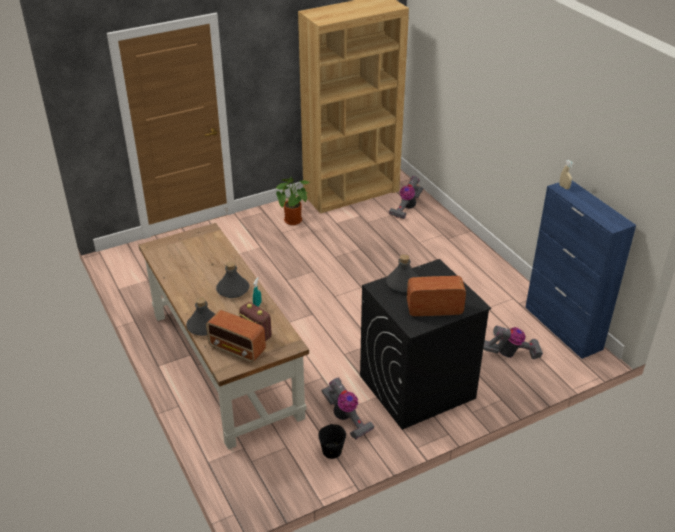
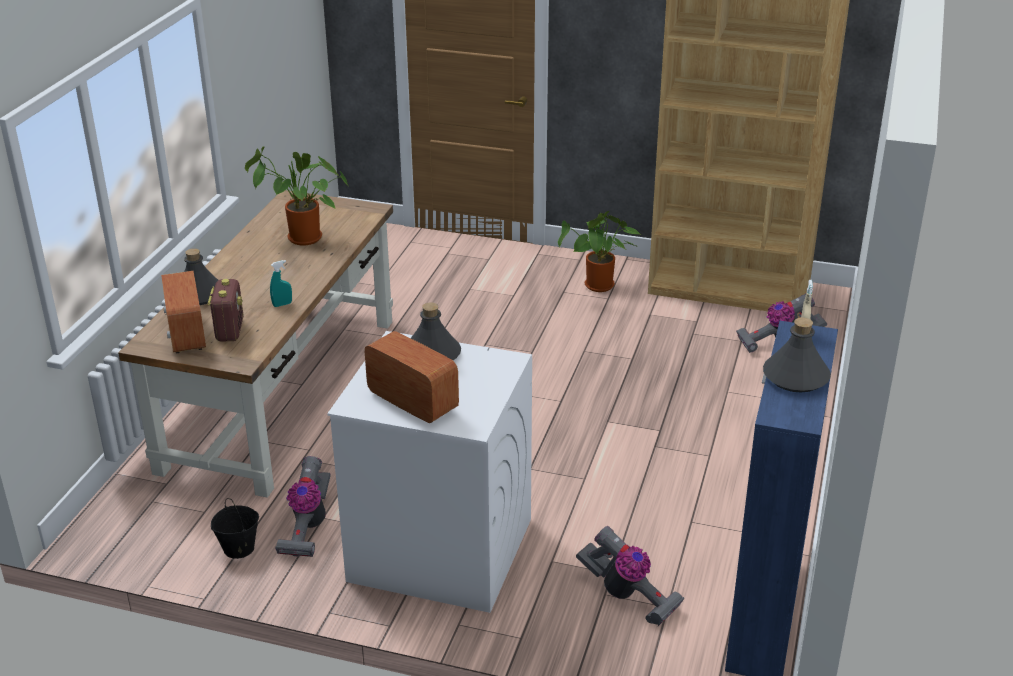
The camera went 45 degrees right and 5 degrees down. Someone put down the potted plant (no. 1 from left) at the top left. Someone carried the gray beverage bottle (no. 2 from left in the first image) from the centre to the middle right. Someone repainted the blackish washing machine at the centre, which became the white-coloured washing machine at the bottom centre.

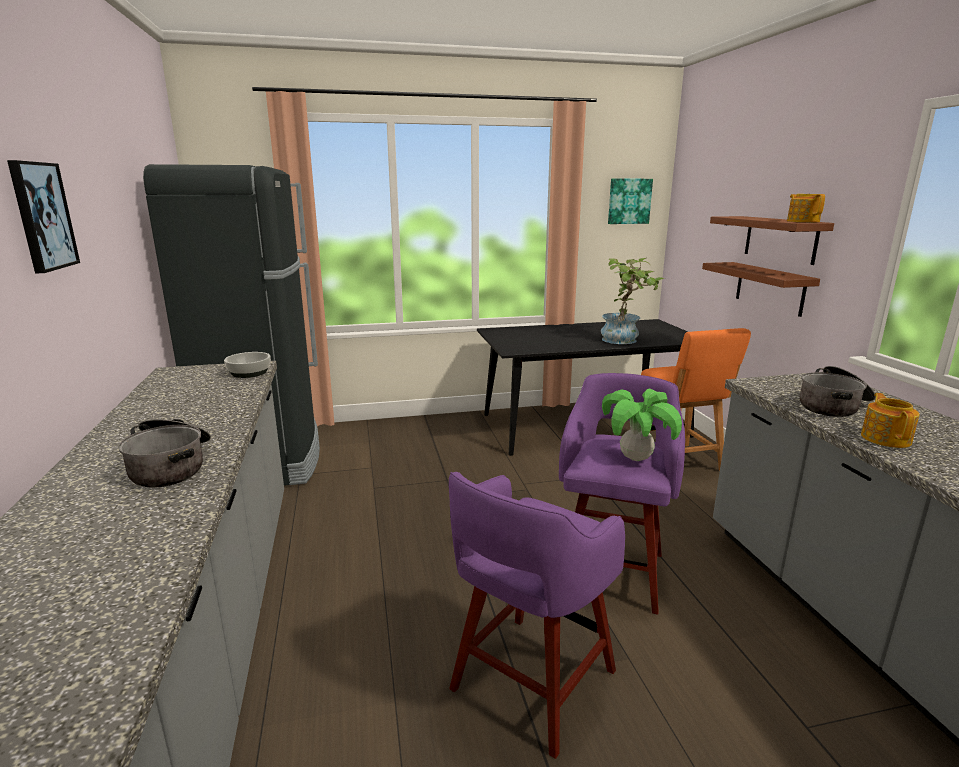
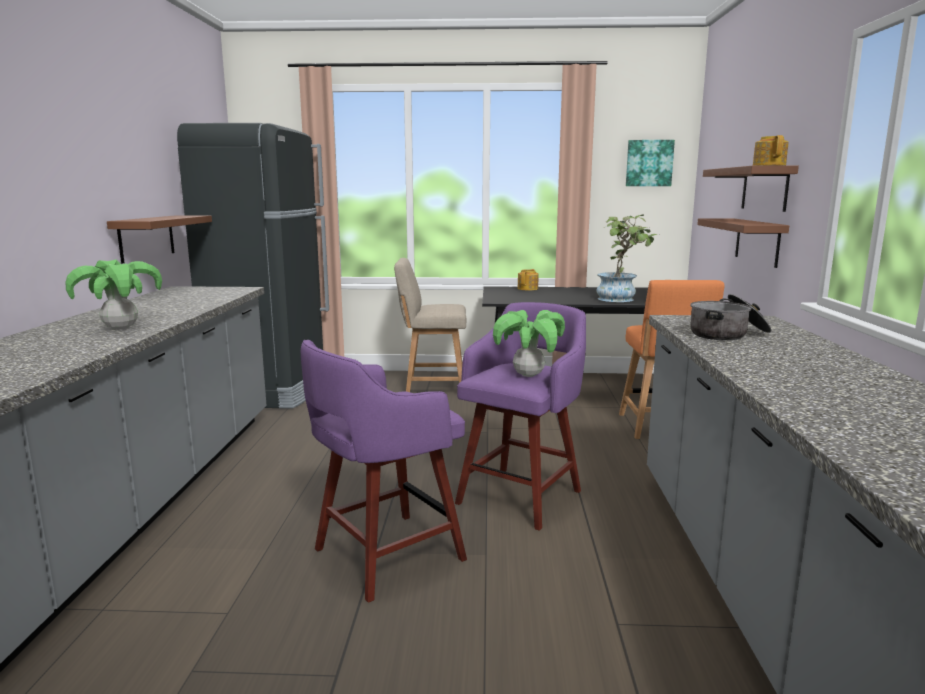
The camera went 15 degrees right and 5 degrees down. Someone took away the wall picture (no. 1 from left) at the top left. Someone took away the serving bowl at the middle left. Someone put up the brown shelf (no. 1 from left) at the middle left. Someone put down the beige-coloured upright chair at the centre. Someone carried the pot for tea (no. 2 from left in the first image) from the middle right to the centre. Someone swapped the stockpot (no. 1 from left) at the middle left for the potted plant (no. 1 from left) at the middle left.

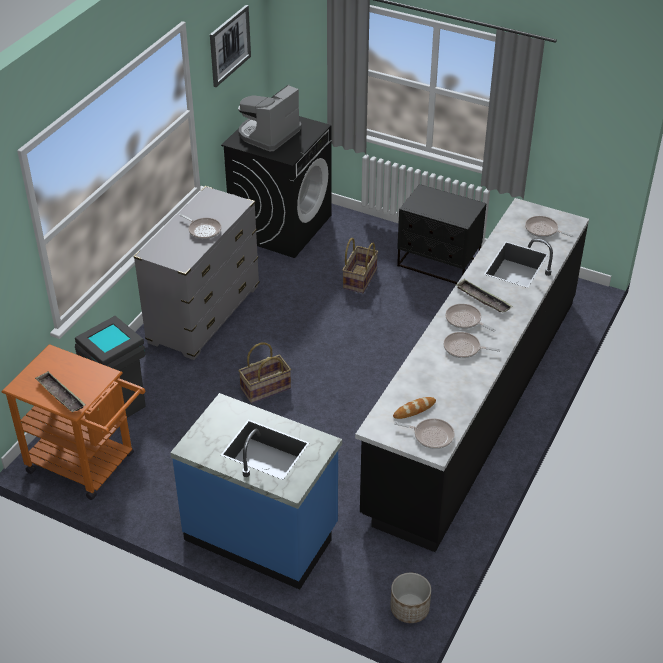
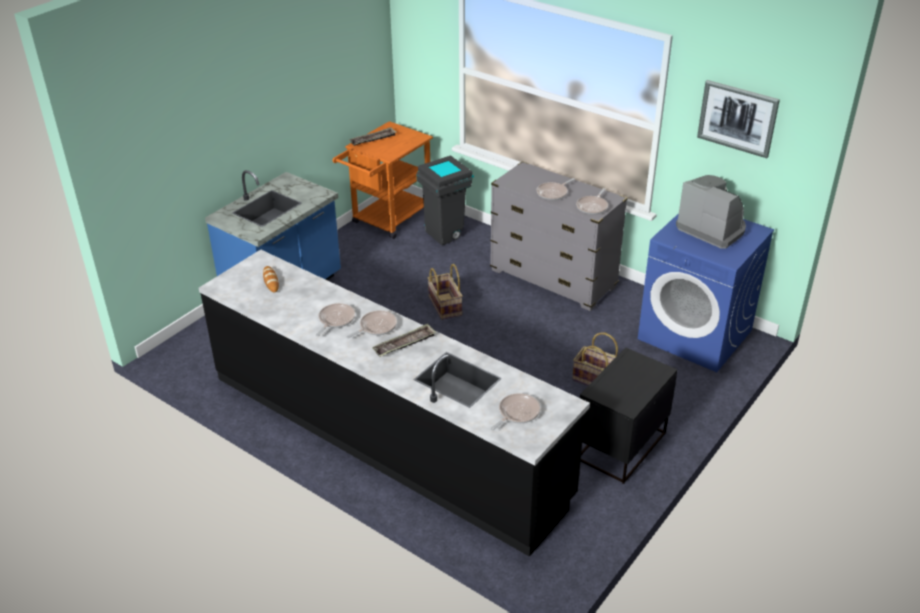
The camera went 100 degrees right and 5 degrees down. Someone took away the flower pot at the bottom centre. Someone carried the pan (no. 2 from left in the first image) from the centre to the top centre. Someone repainted the blackish washing machine at the top centre, which became the bluish washing machine at the middle right.

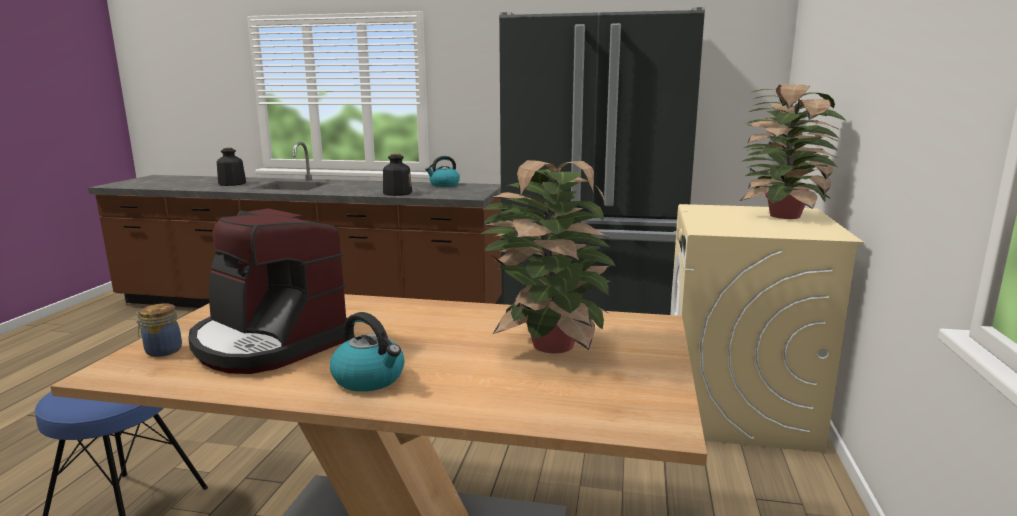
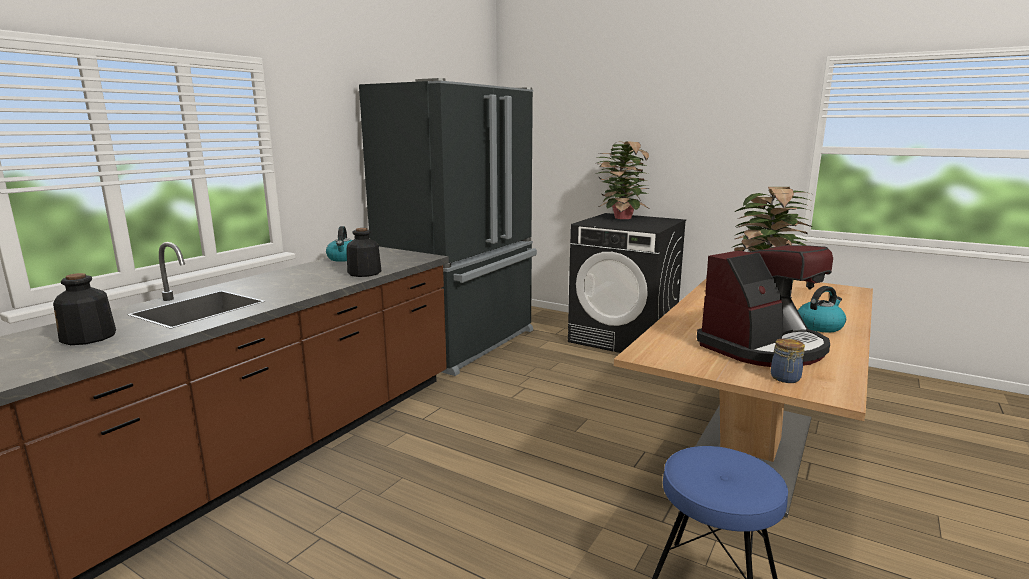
The camera went 70 degrees left and 0 degrees up. Someone repainted the beige-coloured washing machine at the middle right, which became the blackish washing machine at the centre.

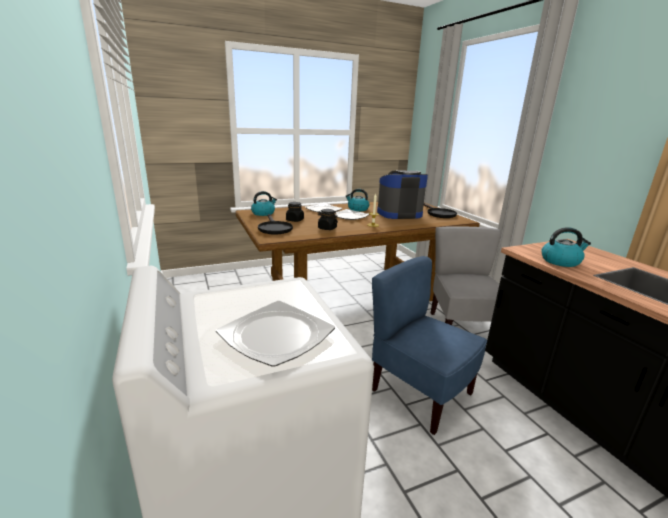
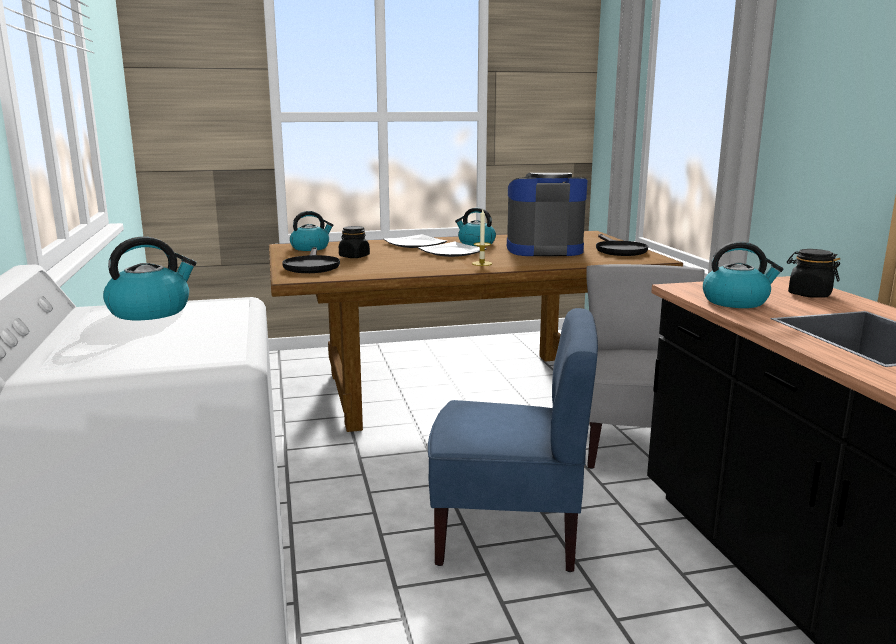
The camera went 10 degrees right and 5 degrees down. Someone took away the dinner plate (no. 1 from left) at the centre. Someone put down the kettle (no. 1 from left) at the middle left. Someone carried the blackish storage jar (no. 2 from left) from the centre to the middle right. Someone rotated the bluish upright chair at the centre by 135 degrees clockwise.

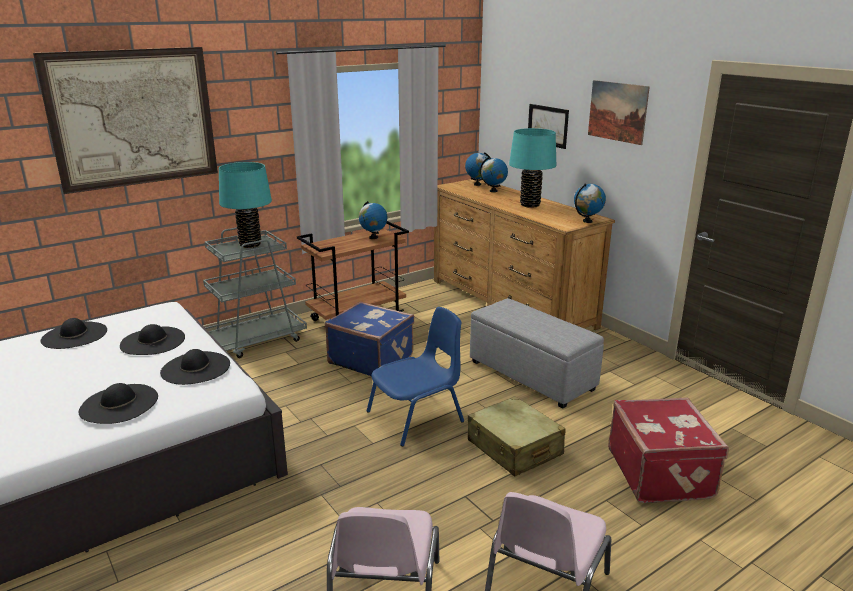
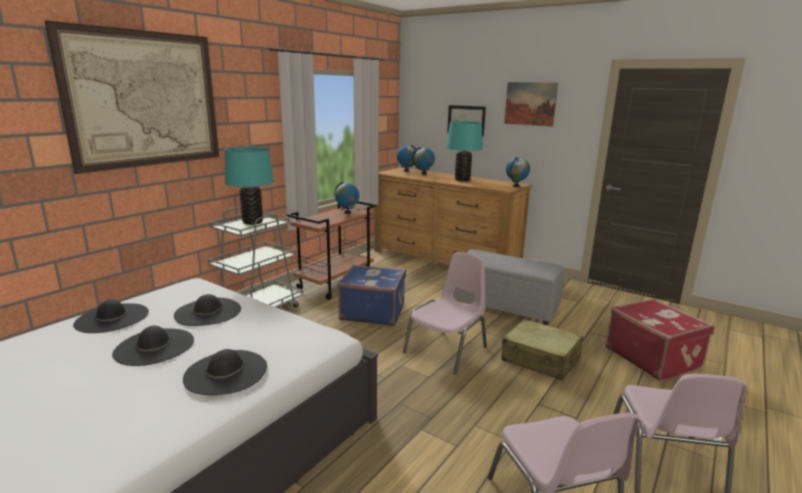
The camera went 20 degrees left and 5 degrees down. Someone carried the blackish hat (no. 4 from left in the first image) from the middle left to the bottom left. Someone repainted the bluish upright chair at the centre, which became the pink upright chair (no. 1 from left) at the centre.

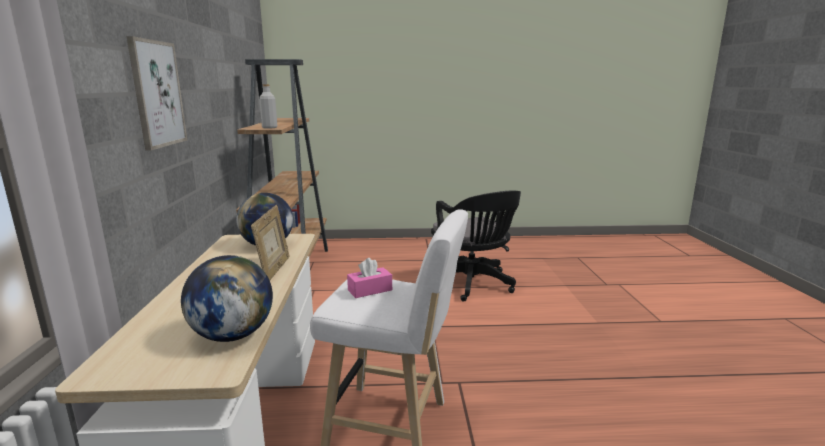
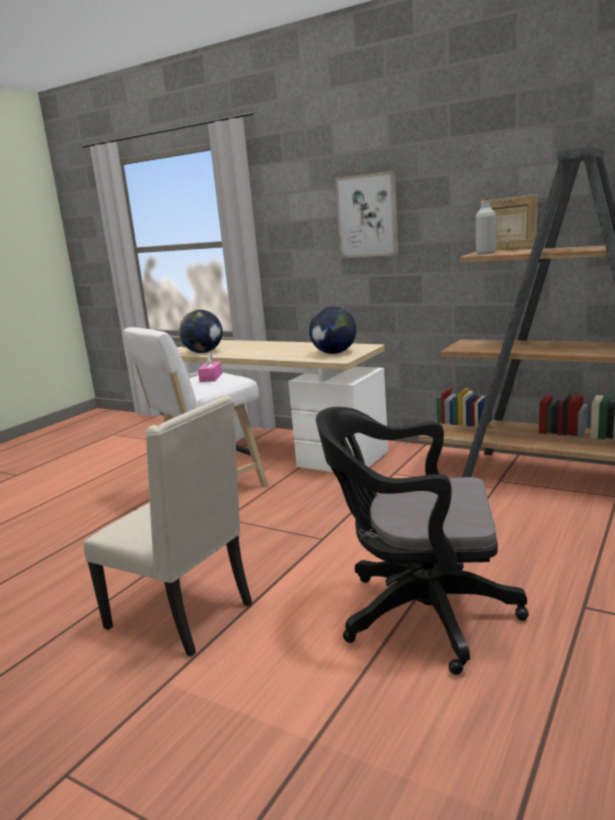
The camera went 125 degrees right and 0 degrees up. Someone put down the beige-coloured upright chair at the middle left. Someone carried the picture frame from the middle left to the top right.

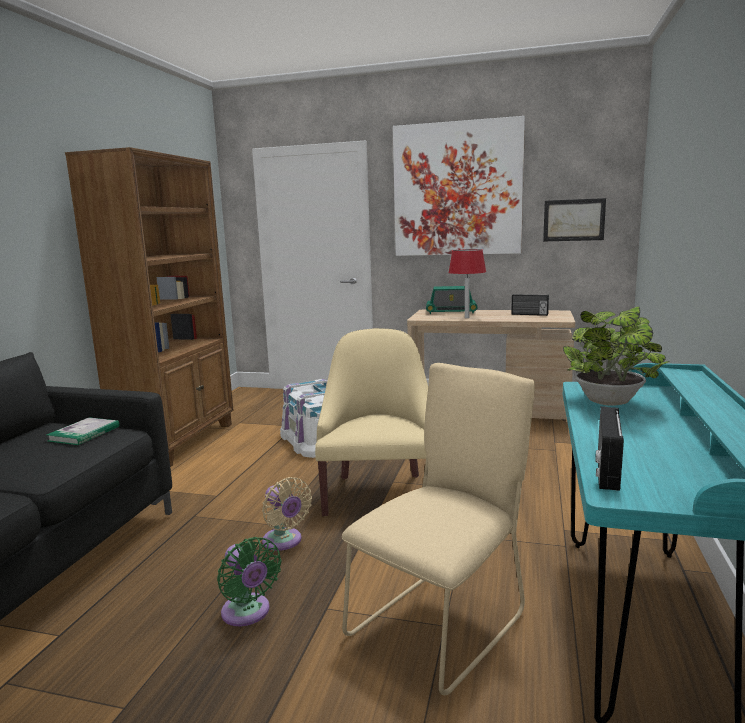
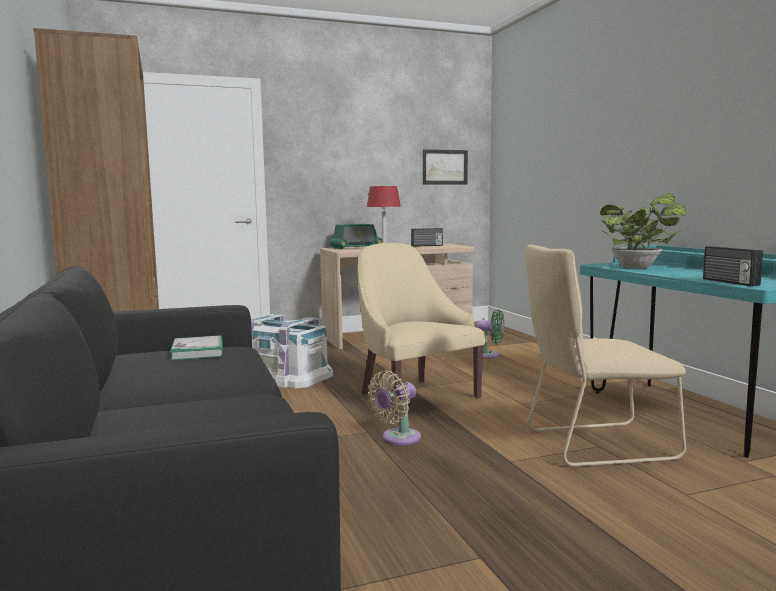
The camera went 35 degrees left and 5 degrees down. Someone took away the wall picture (no. 1 from left) at the top centre. Someone carried the green cooling fan from the bottom centre to the centre. Someone rotated the beige-coloured cooling fan at the bottom centre by 120 degrees clockwise. Someone rotated the beige-coloured upright chair at the bottom centre by 105 degrees counterclockwise.

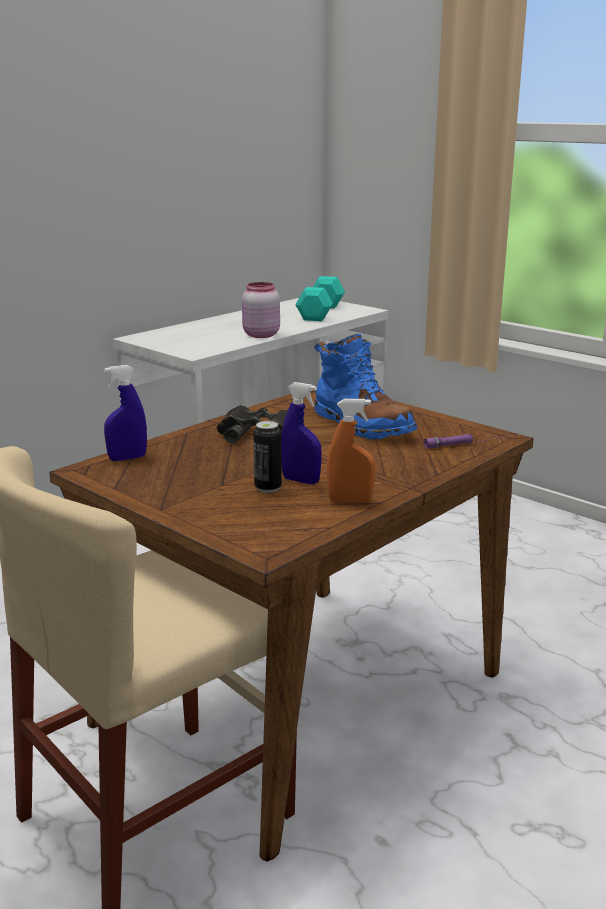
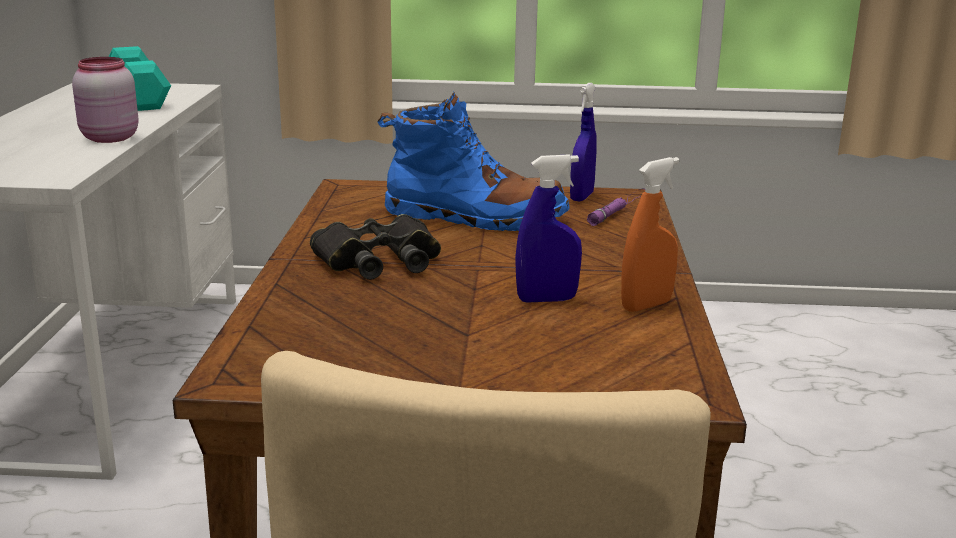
The camera went 40 degrees left and 0 degrees up. Someone took away the metal can at the centre. Someone carried the bluish sprayer (no. 1 from left in the first image) from the middle left to the top centre.

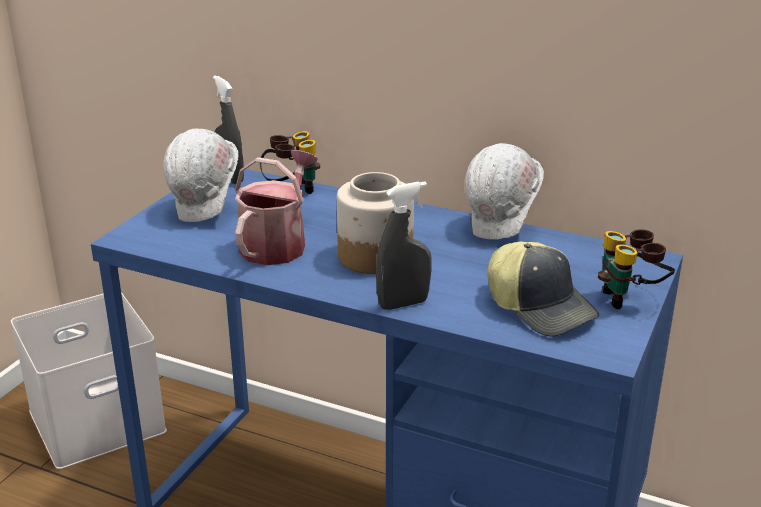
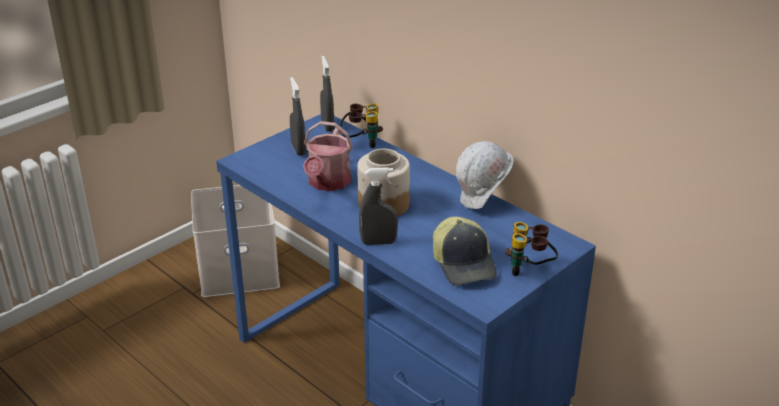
The camera went 20 degrees right and 5 degrees up. Someone swapped the white-coloured hard hat (no. 1 from left) at the middle left for the gray sprayer (no. 1 from left) at the top centre. Someone rotated the watering can at the centre by 150 degrees clockwise.

